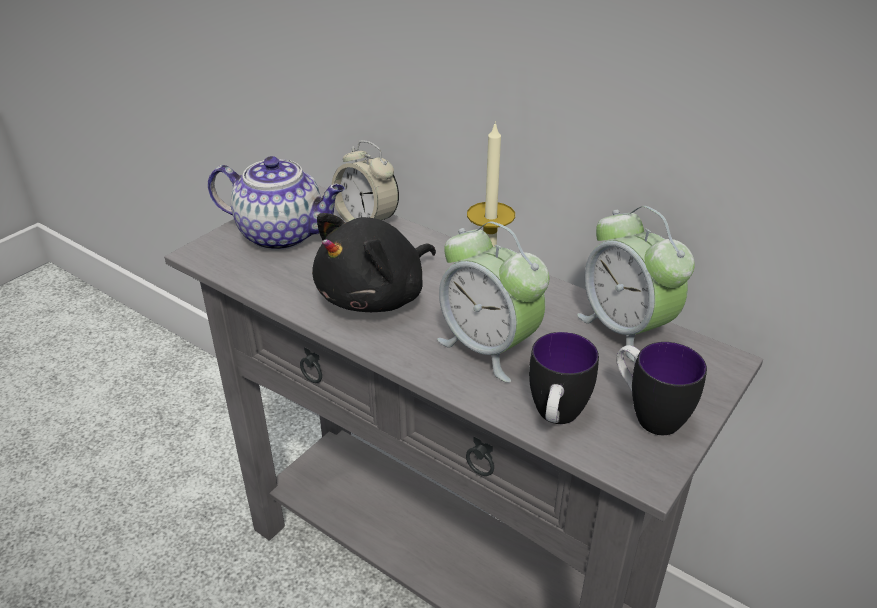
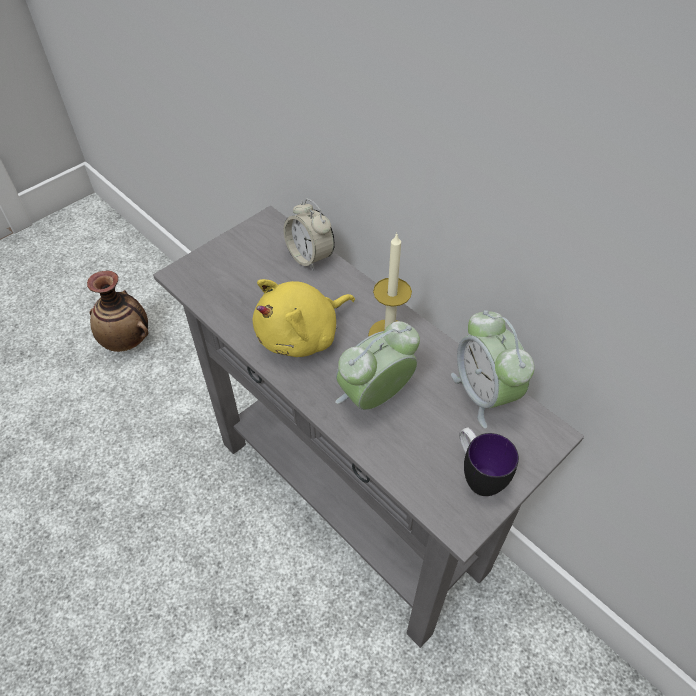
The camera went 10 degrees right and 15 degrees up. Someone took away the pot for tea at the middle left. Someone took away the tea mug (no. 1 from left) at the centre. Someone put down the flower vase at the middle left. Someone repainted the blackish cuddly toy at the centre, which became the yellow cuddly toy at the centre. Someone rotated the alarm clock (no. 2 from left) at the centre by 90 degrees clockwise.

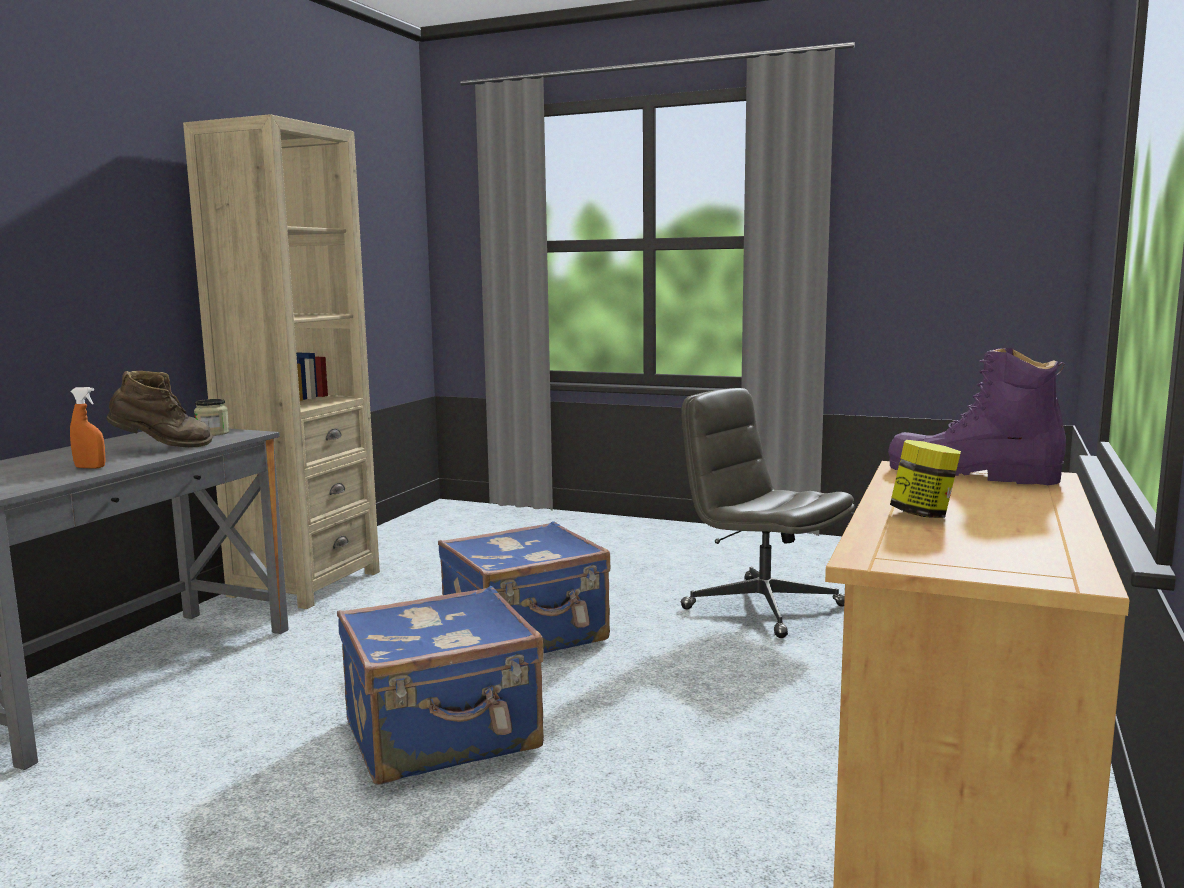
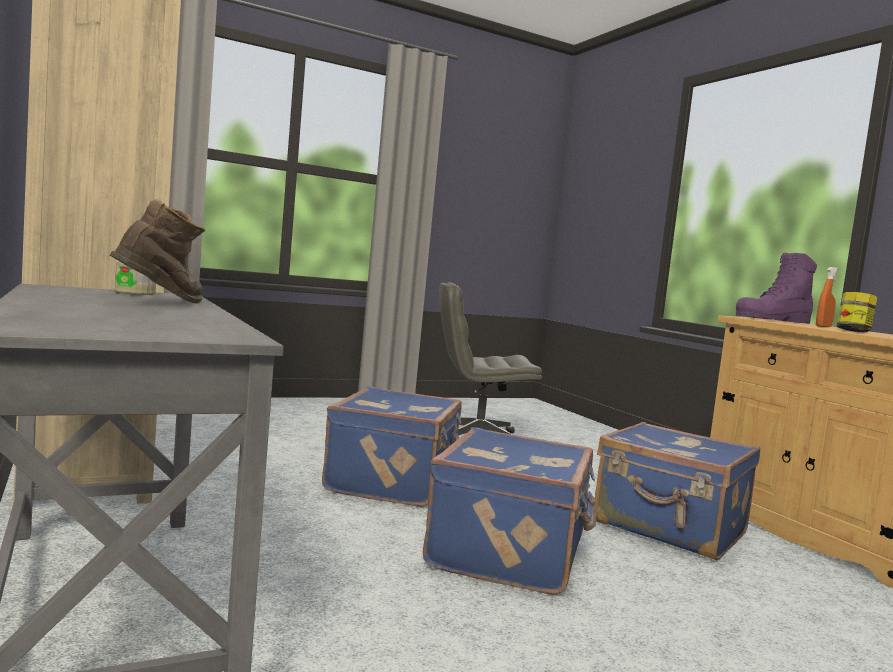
The camera went 50 degrees left and 5 degrees down. Someone put down the bluish piece of luggage (no. 3 from left) at the bottom right. Someone carried the orange sprayer from the middle left to the middle right.

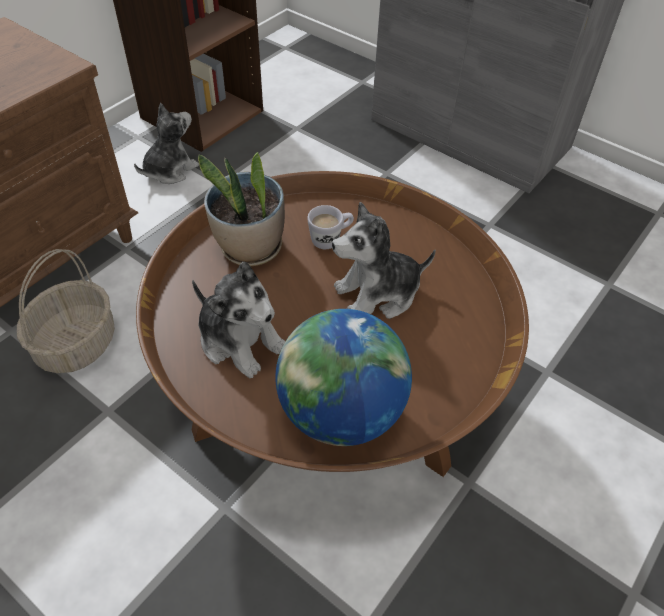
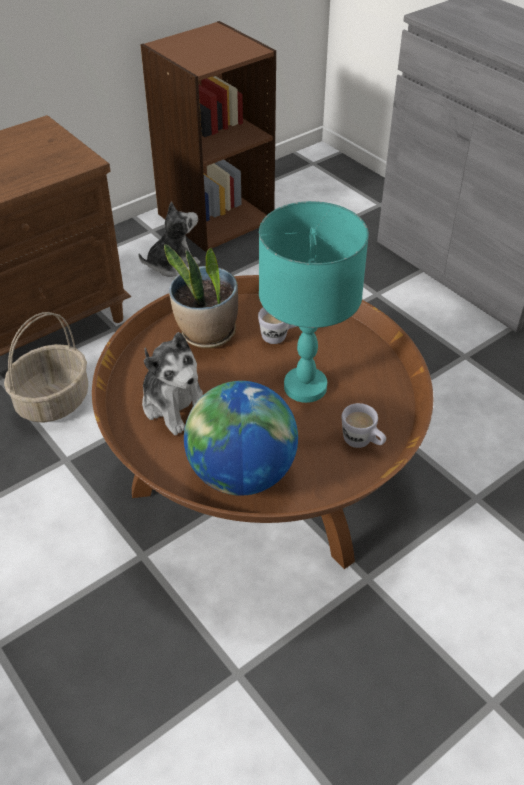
The camera went 15 degrees right and 5 degrees down. Someone put down the white-coloured tea mug (no. 2 from left) at the middle right. Someone swapped the cuddly toy (no. 3 from left) at the centre for the turquoise-coloured table lamp at the centre.

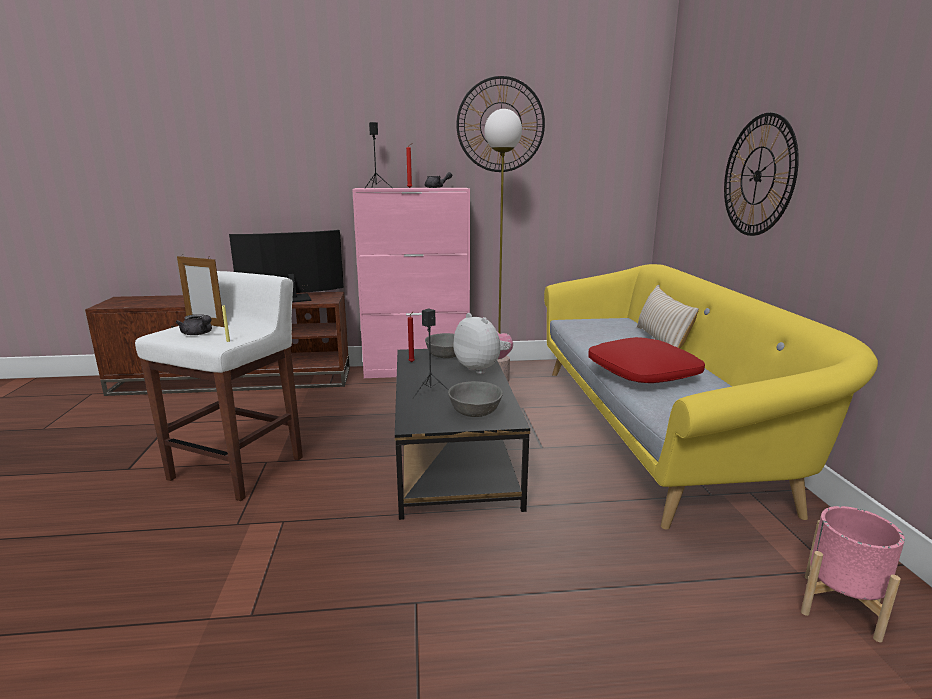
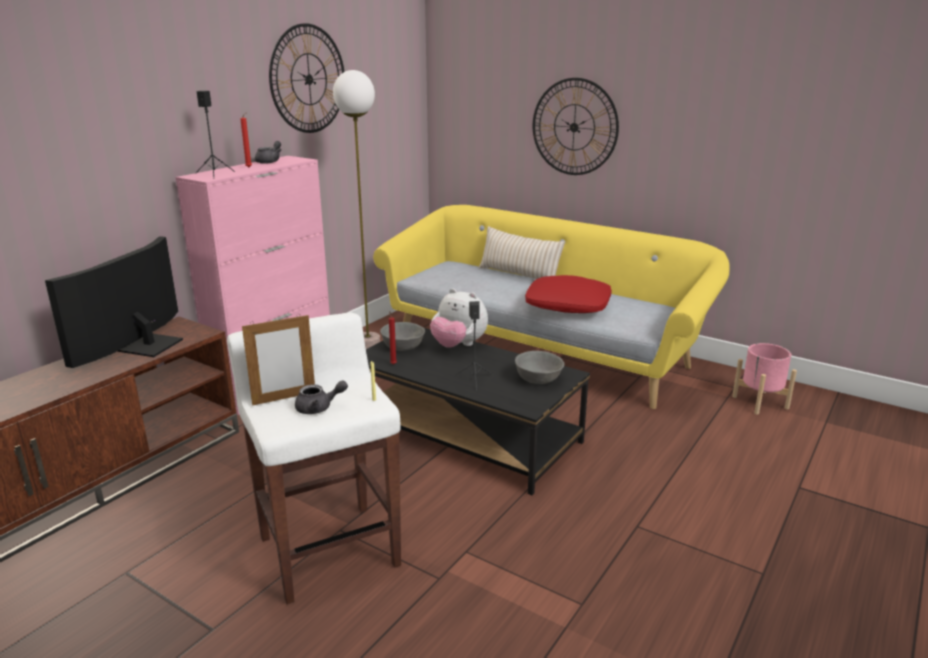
The camera went 50 degrees left and 5 degrees up. Someone rotated the cuddly toy at the centre by 150 degrees counterclockwise.

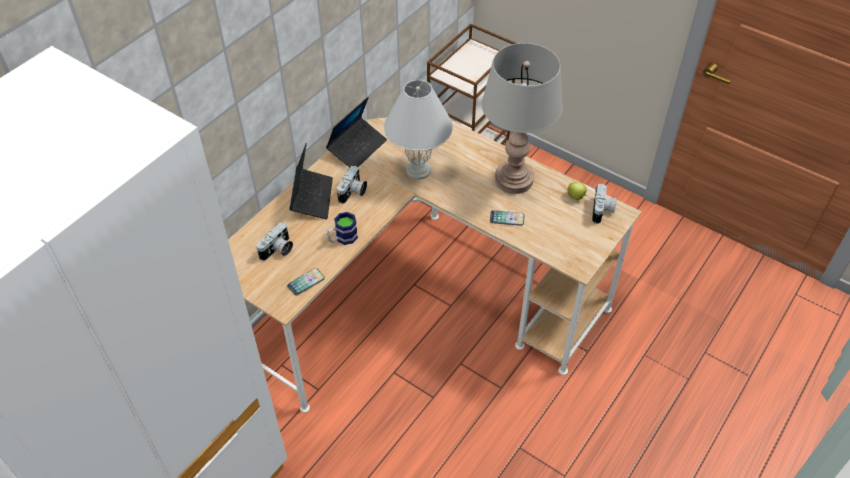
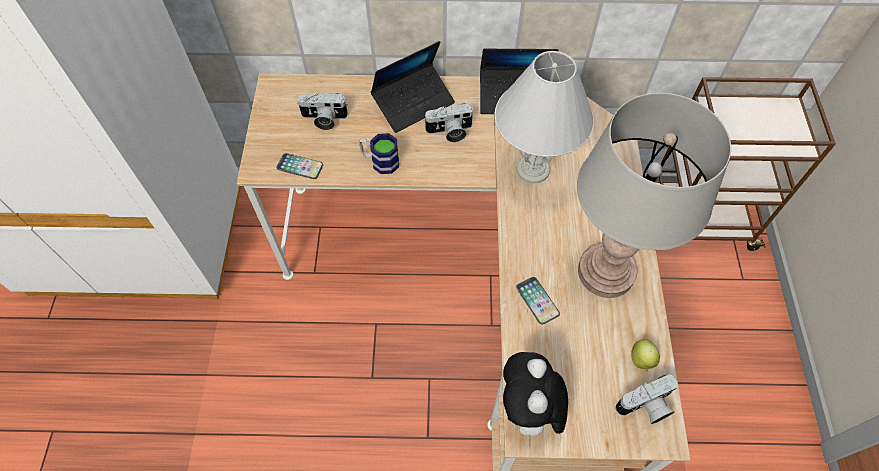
The camera went 55 degrees right and 10 degrees up. Someone put down the cuddly toy at the bottom centre.

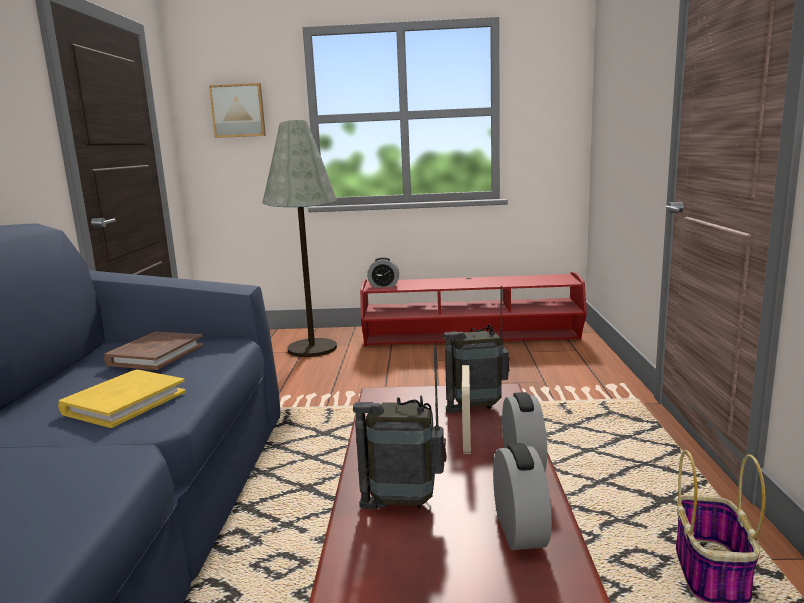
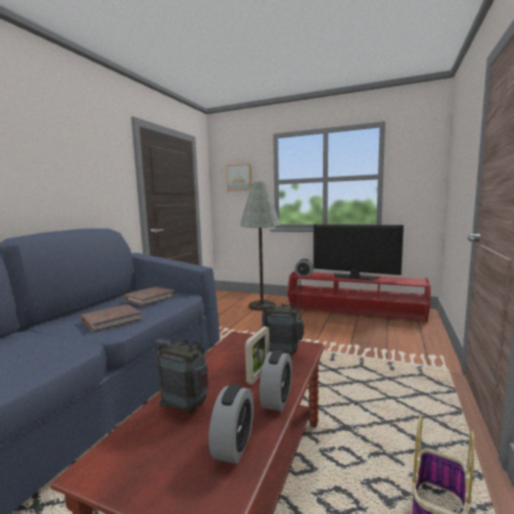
The camera went 20 degrees right and 5 degrees down. Someone put down the TV set at the middle right. Someone repainted the yellow bound book at the middle left, which became the brown bound book (no. 1 from left) at the middle left.

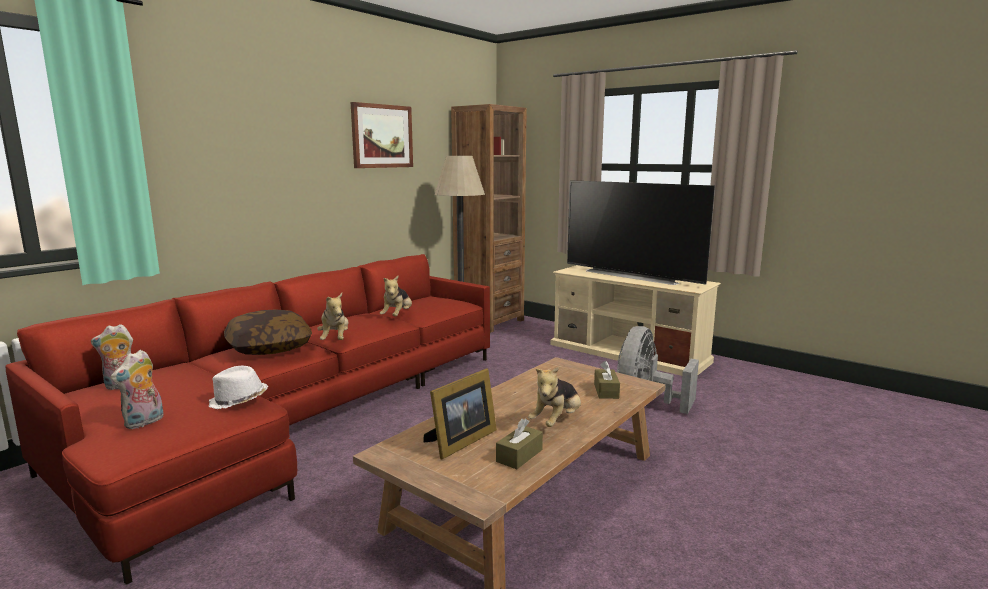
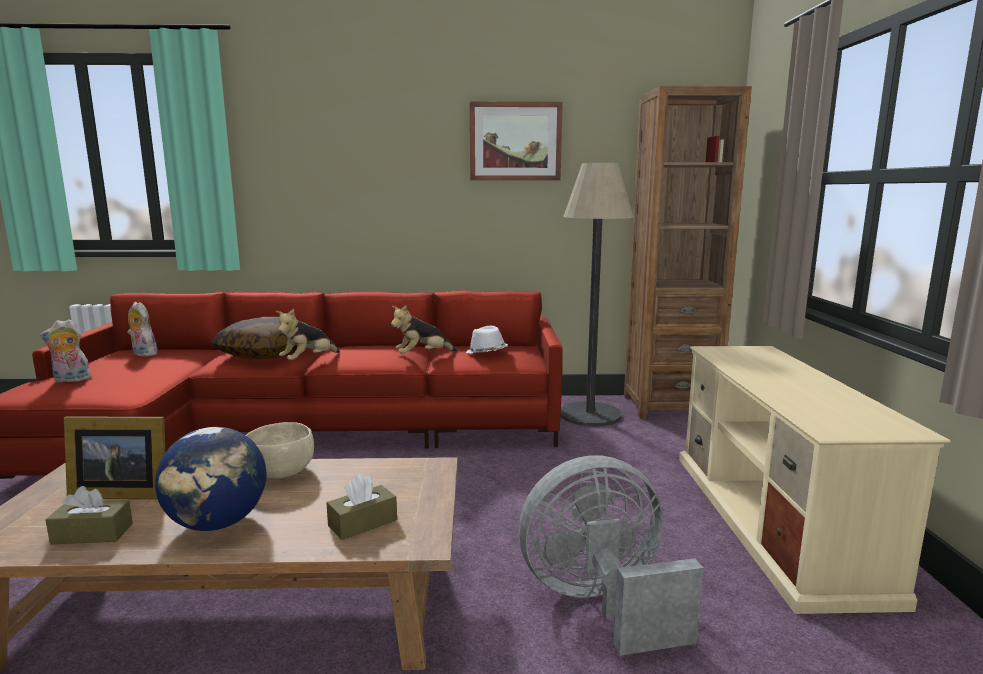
The camera went 50 degrees right and 0 degrees up. Someone took away the TV set at the centre. Someone put down the beige-coloured serving bowl at the bottom left. Someone carried the white-coloured hat from the middle left to the centre. Someone swapped the cuddly toy (no. 5 from left) at the bottom centre for the world globe at the bottom left.

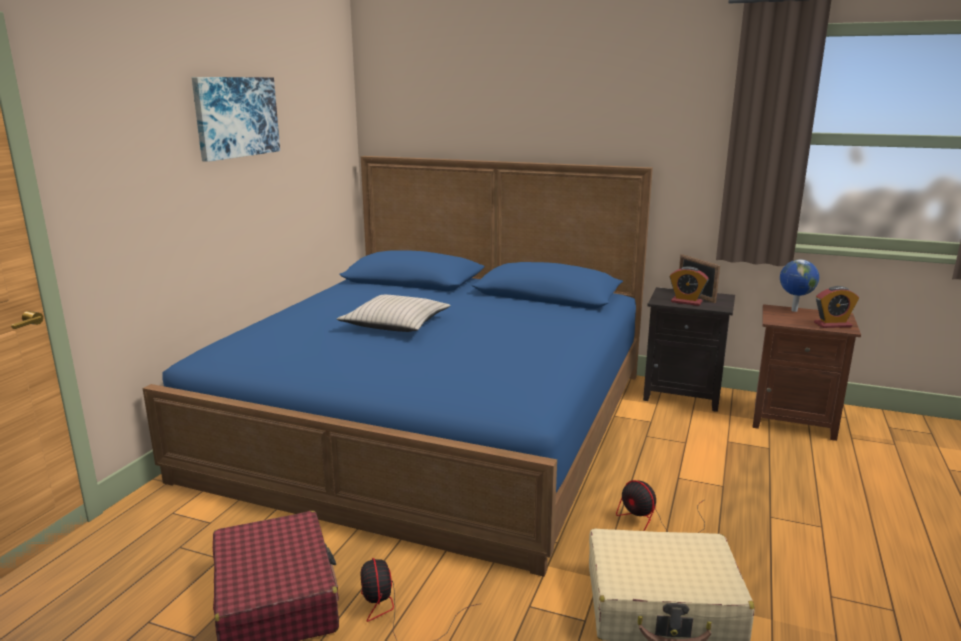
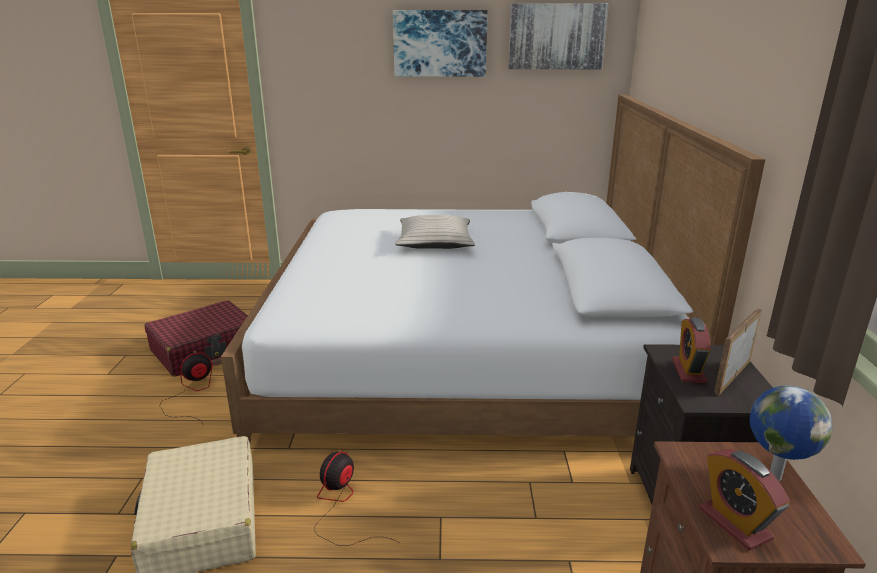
The camera went 70 degrees right and 5 degrees up. Someone put up the wall picture (no. 2 from left) at the top centre. Someone repainted the bluish bed at the centre, which became the white-coloured bed at the centre.

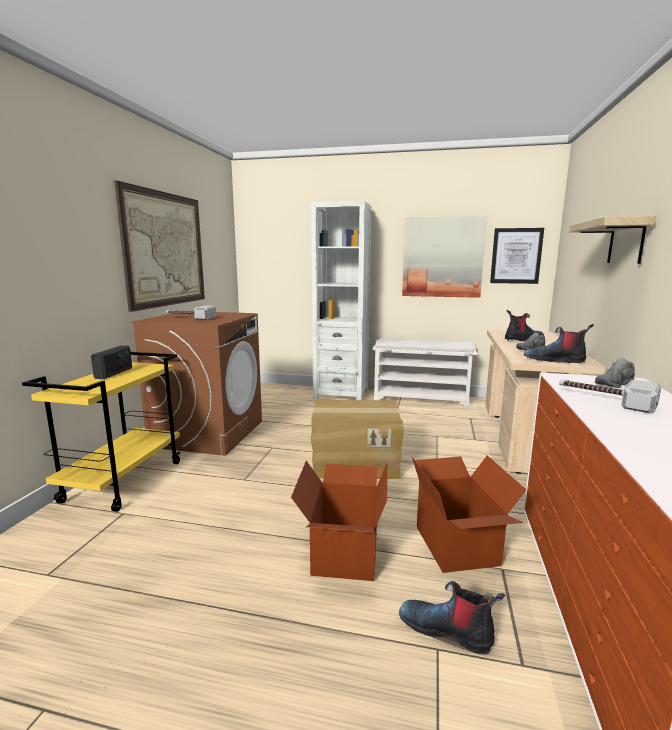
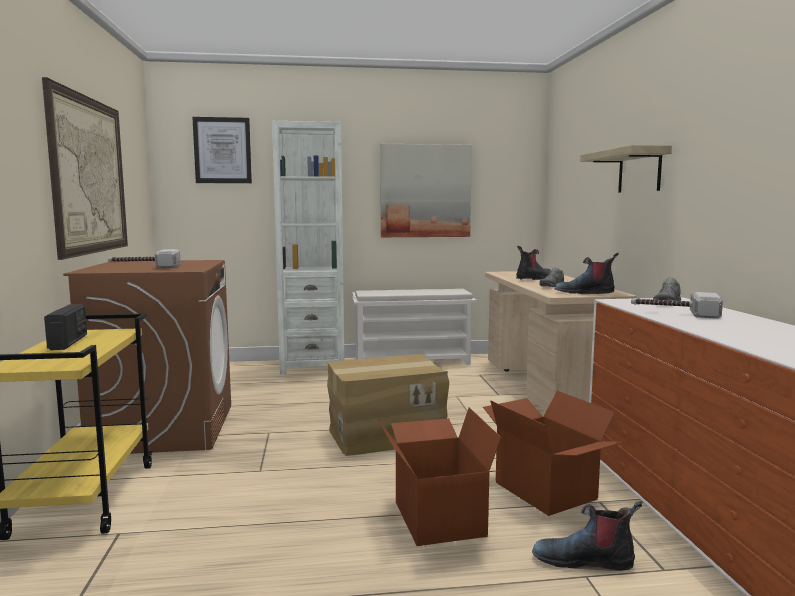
The camera went 20 degrees left and 5 degrees down. Someone carried the wall picture (no. 3 from left in the first image) from the middle right to the top left.

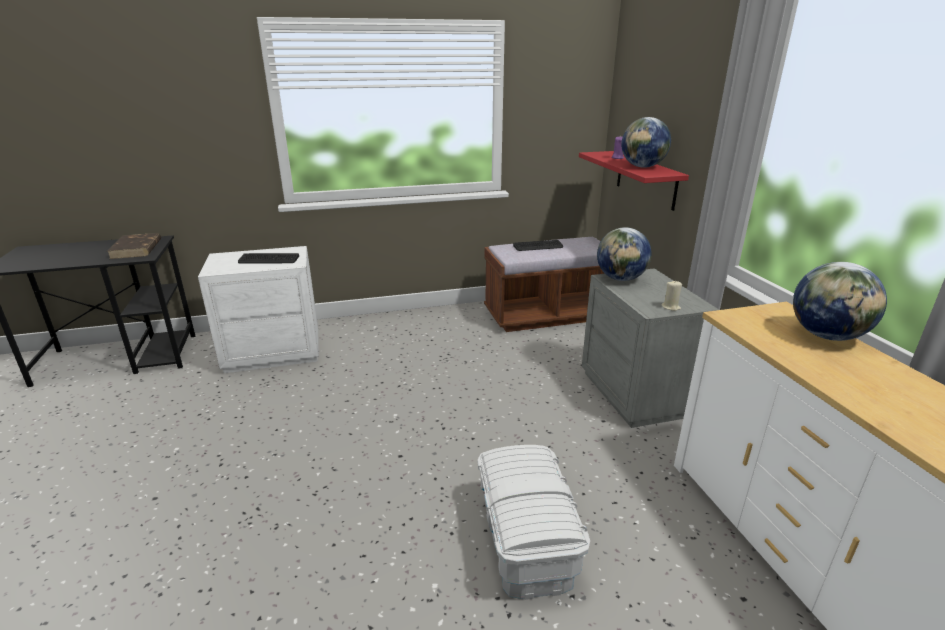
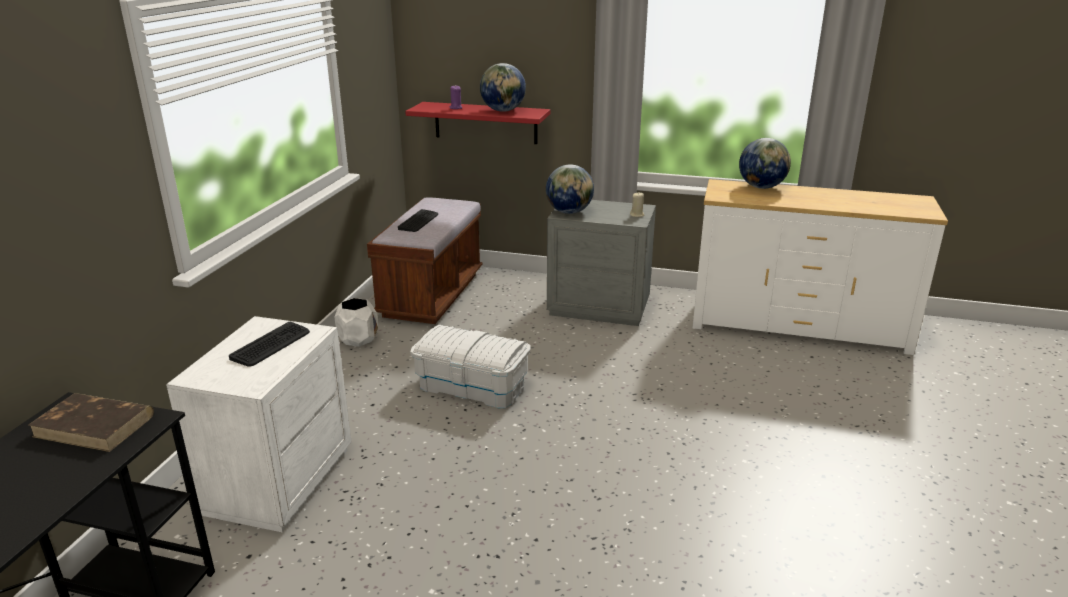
The camera went 60 degrees left and 0 degrees up. Someone put down the white-coloured flower pot at the centre. Someone carried the white-coloured storage bin from the bottom centre to the centre.

